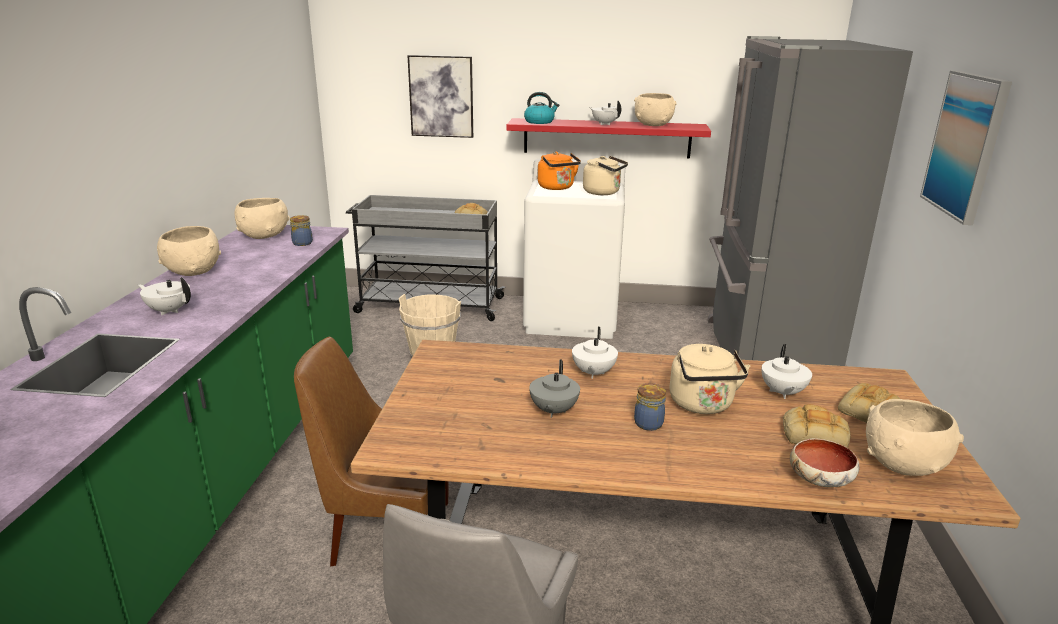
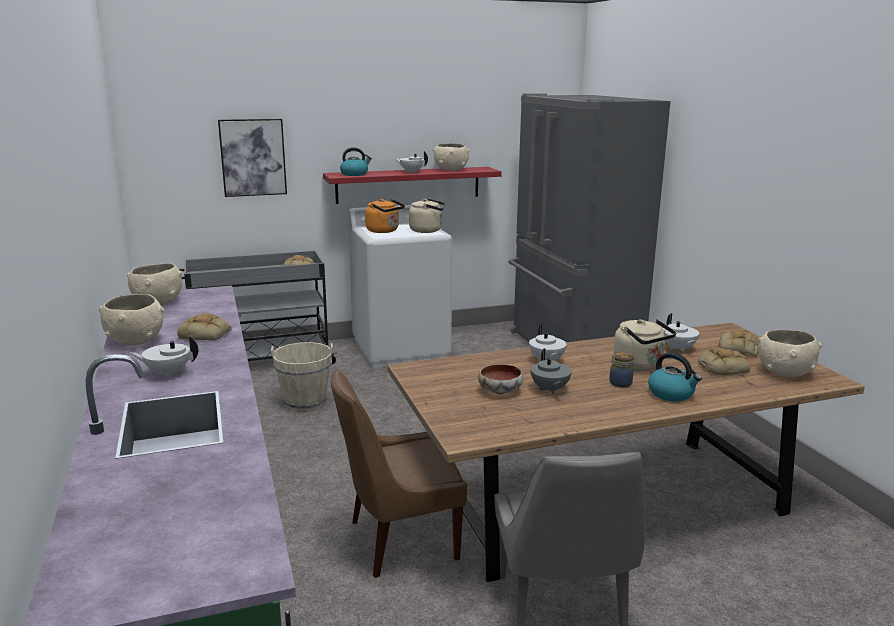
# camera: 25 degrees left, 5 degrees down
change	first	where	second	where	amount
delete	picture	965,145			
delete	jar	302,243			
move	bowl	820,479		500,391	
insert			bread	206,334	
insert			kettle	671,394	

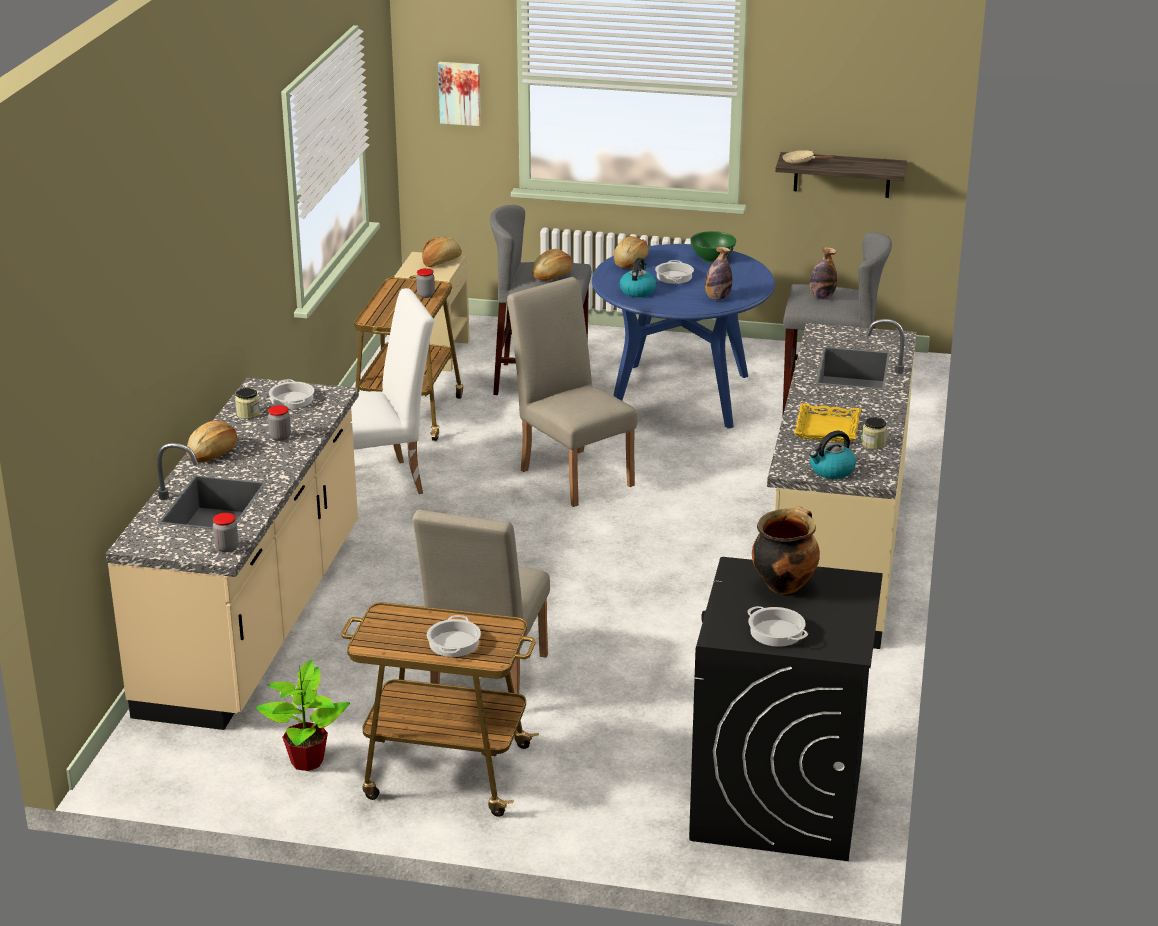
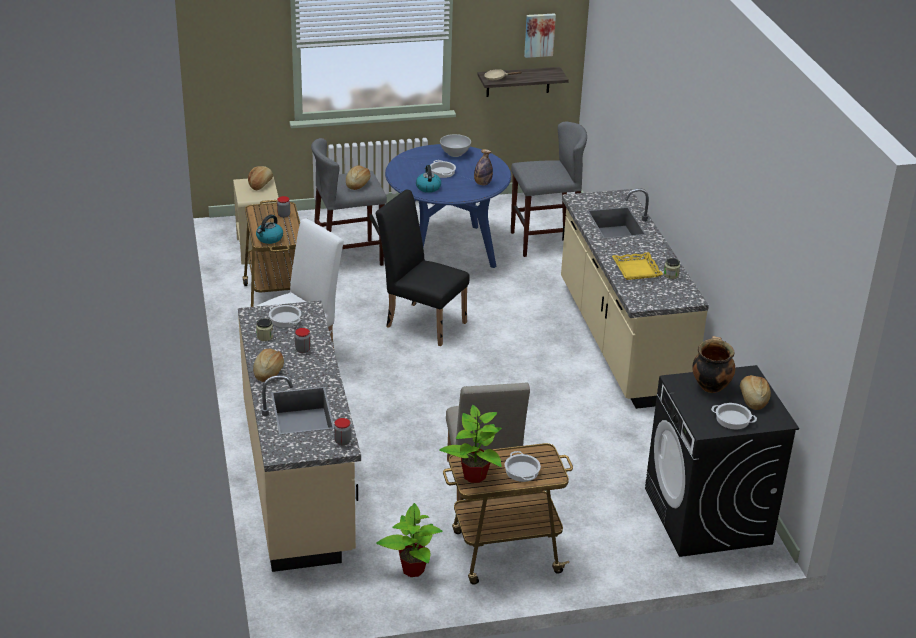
# camera: 25 degrees left, 5 degrees up
change	first	where	second	where	amount
move	picture	460,93		539,34	
recolor	bowl/green	712,258	bowl/white	454,153	
move	bread	630,262		752,399	
delete	bottle	821,297			
recolor	chair/beige	572,473	chair/black	421,322	
move	kettle	831,471		269,238	
insert			potted plant	474,476	

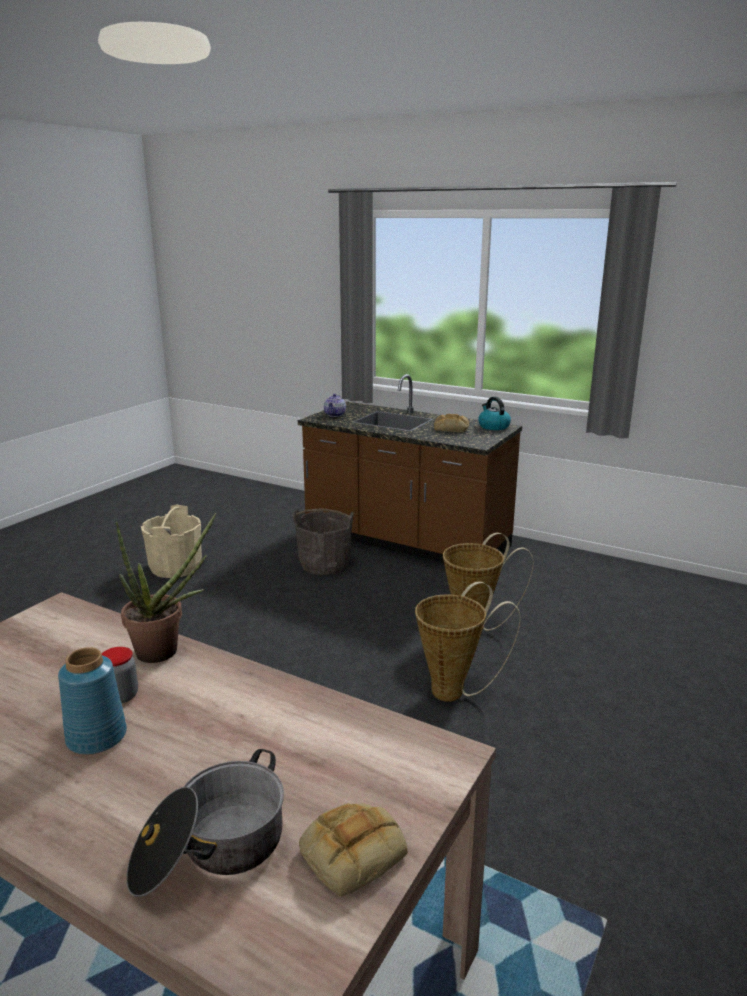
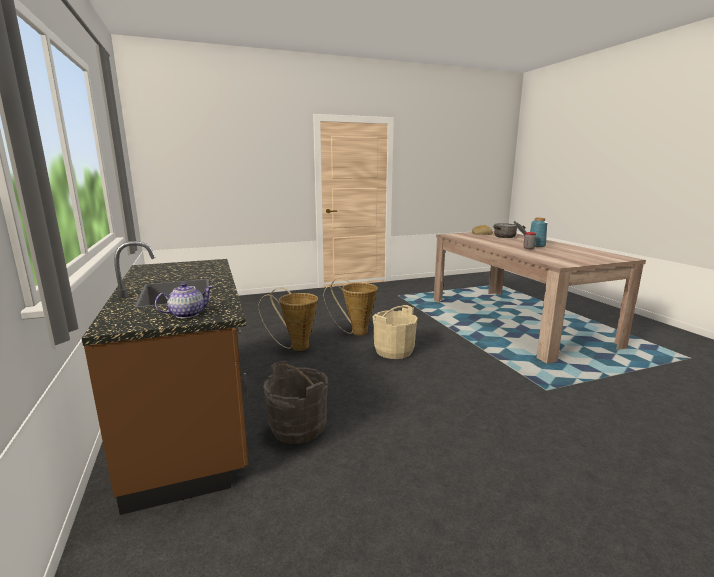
# camera: 140 degrees left, 5 degrees down
change	first	where	second	where	amount
delete	kettle	493,426			
delete	bread	450,428			
move	bucket/beige	175,567		393,351	
delete	potted plant	166,651			

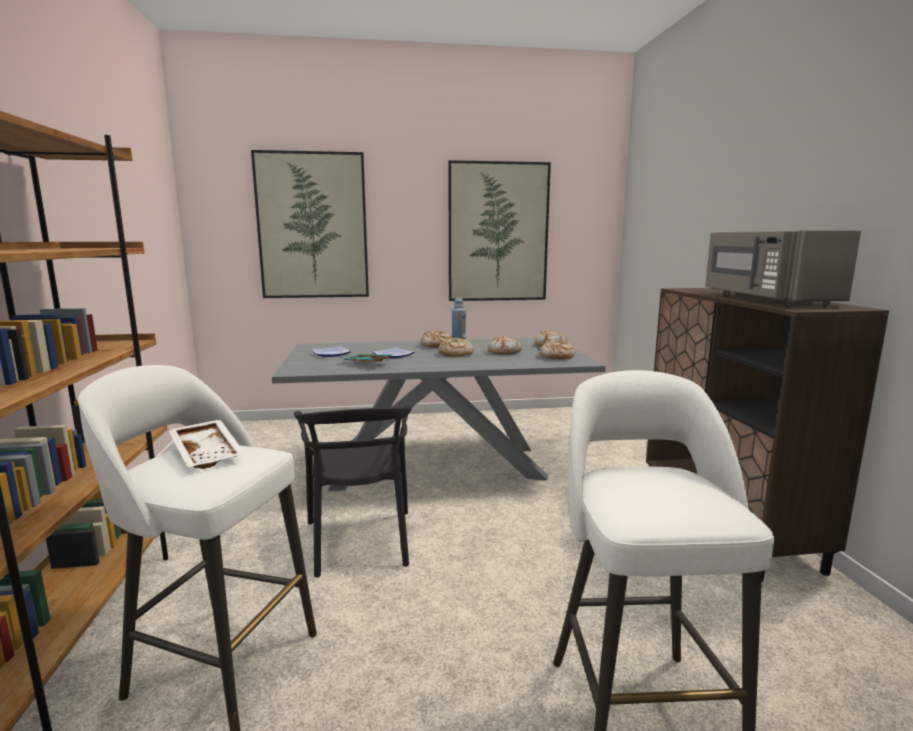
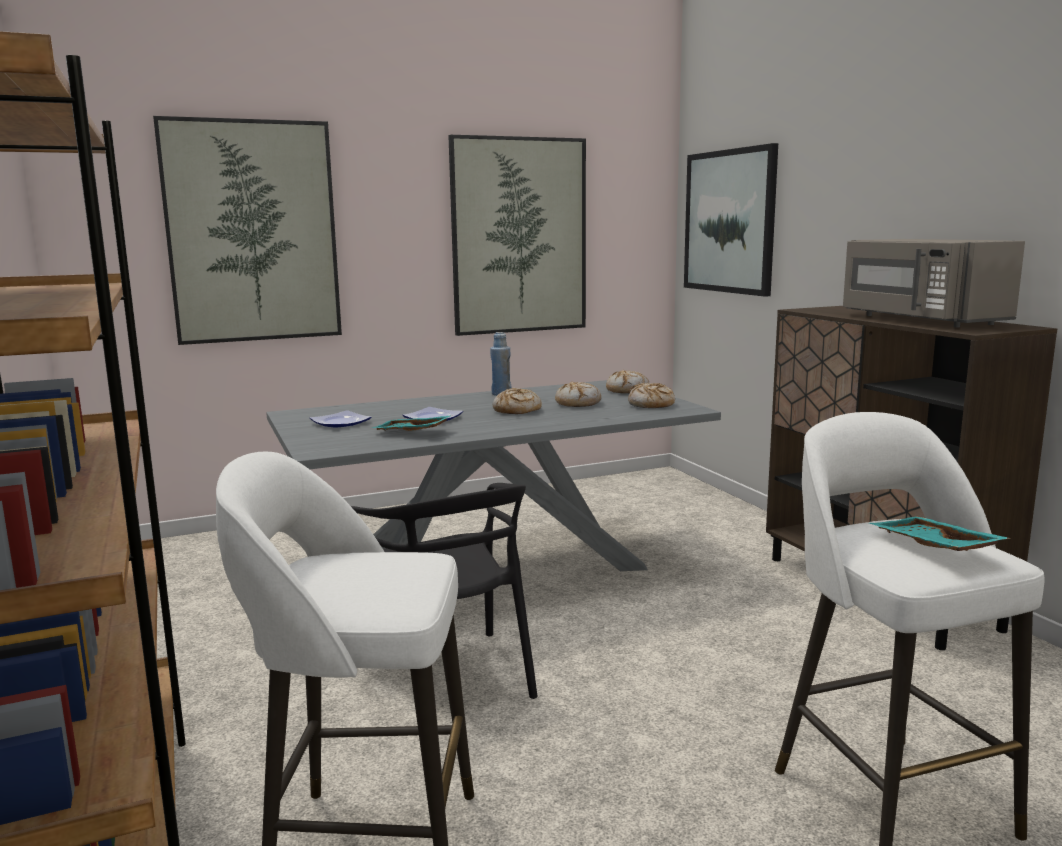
# camera: 15 degrees left, 0 degrees up
change	first	where	second	where	amount
delete	bread	436,345			
delete	tray/white	208,453			
insert			picture	729,221	
insert			tray/turquoise	932,547	

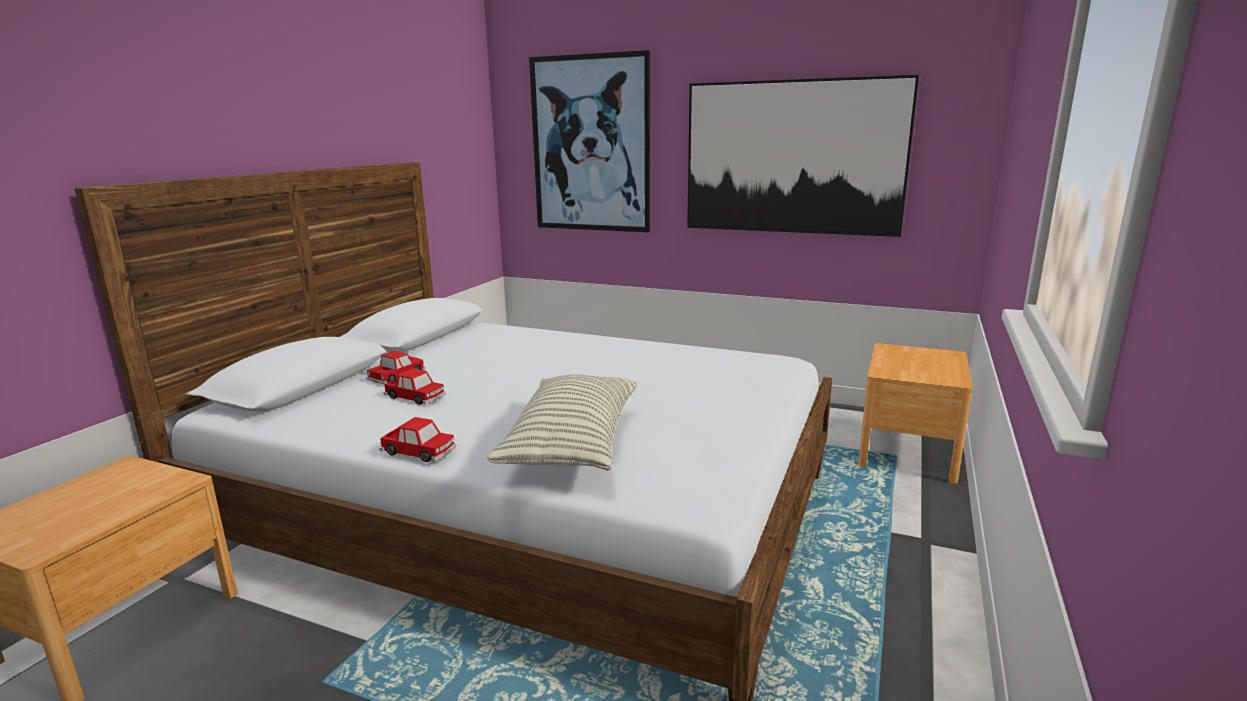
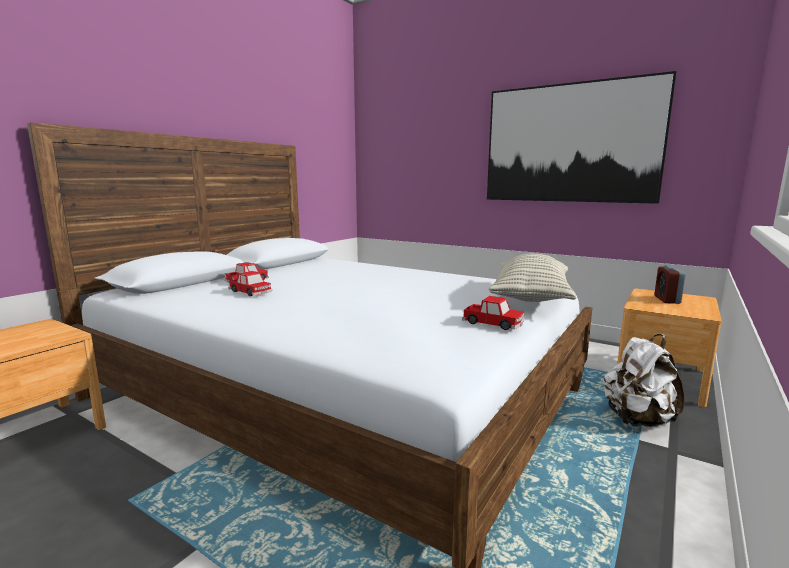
# camera: 10 degrees right, 5 degrees down
change	first	where	second	where	amount
delete	picture	591,145			
move	pillow	572,444		531,297	
move	toy car	419,451		493,323	
insert			alarm clock	667,300	
insert			backpack/white	637,420	

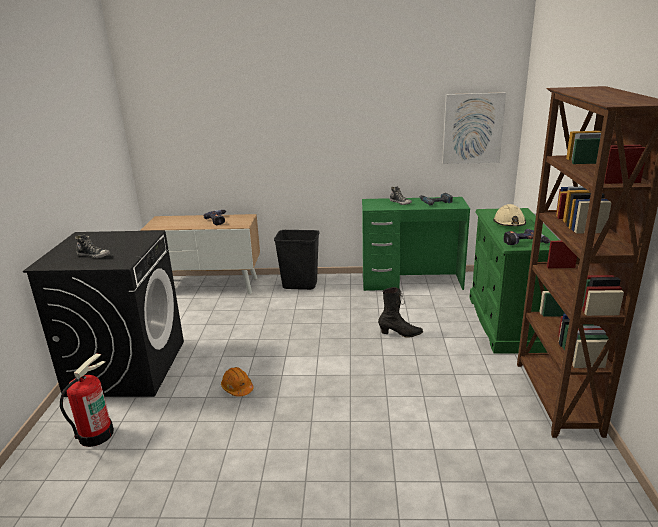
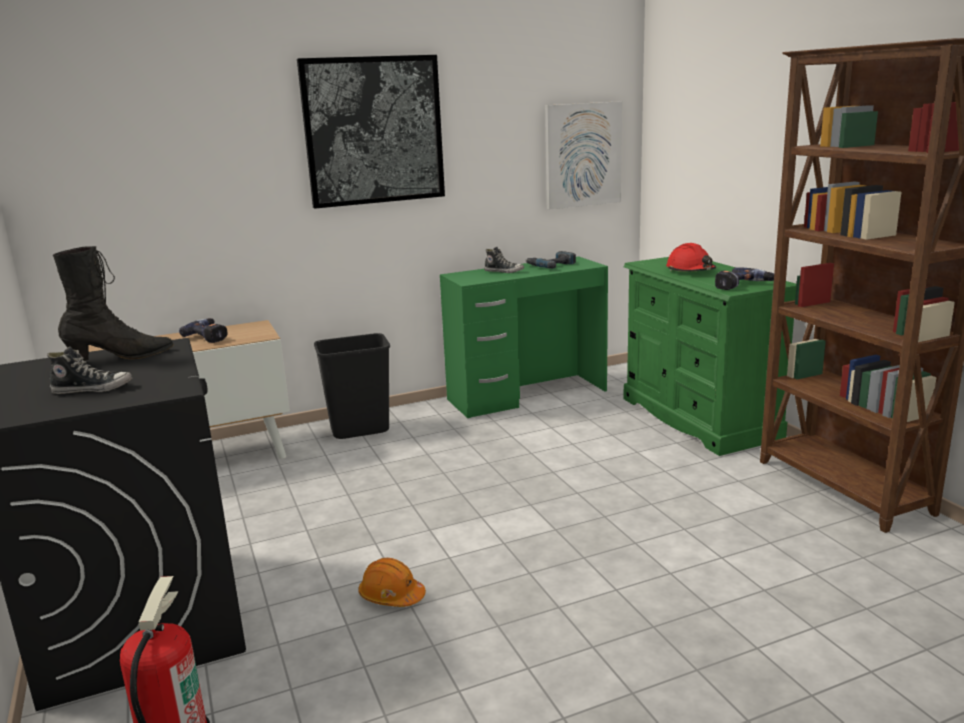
# camera: 25 degrees left, 5 degrees down
change	first	where	second	where	amount
recolor	hard hat/beige	509,223	hard hat/red	690,271	
move	boot/black	400,334		121,357	
insert			picture	373,131	

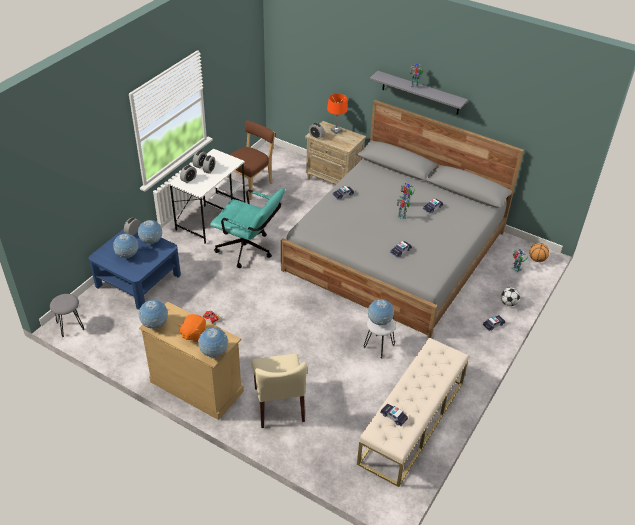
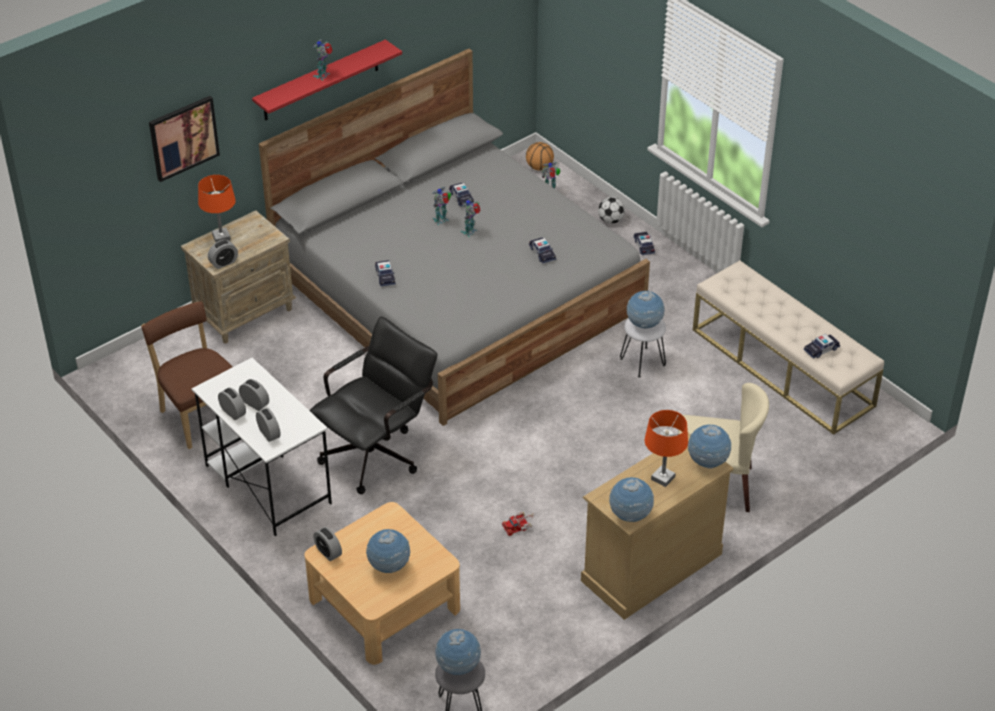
# camera: 70 degrees left, 0 degrees up
change	first	where	second	where	amount
recolor	shelf/grey	420,93	shelf/red	321,81	
recolor	office chair/turquoise	249,251	office chair/black	377,452	
move	globe	151,242		458,668	
recolor	coffee table/blue	138,280	coffee table/beige	385,604	
replace	plush toy/orange	193,334	table lamp/orange	663,478	
insert			picture	183,137	

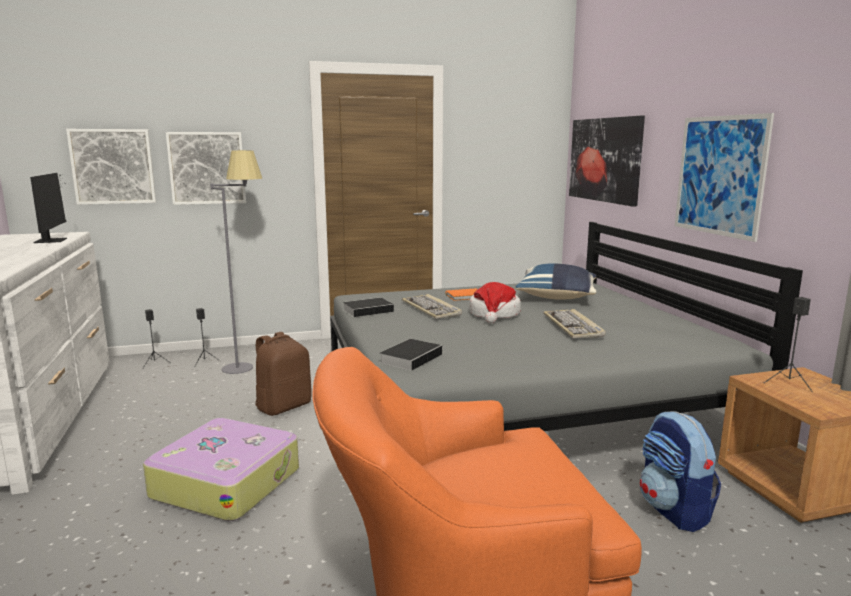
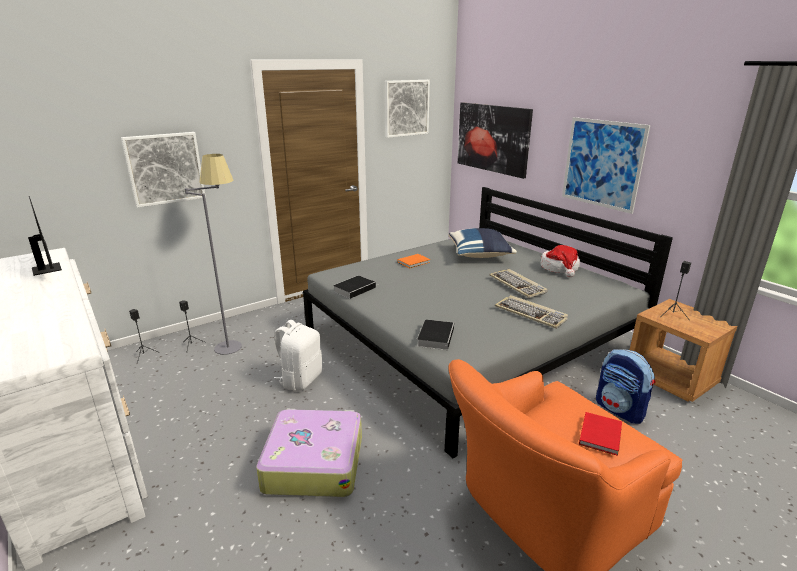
# camera: 20 degrees left, 10 degrees up
change	first	where	second	where	amount
move	picture	113,166		406,108	
move	hat	494,314		560,268	
move	keyboard	431,309		531,314	
recolor	backpack/brown	283,406	backpack/white	300,379	
insert			book/red	601,434	

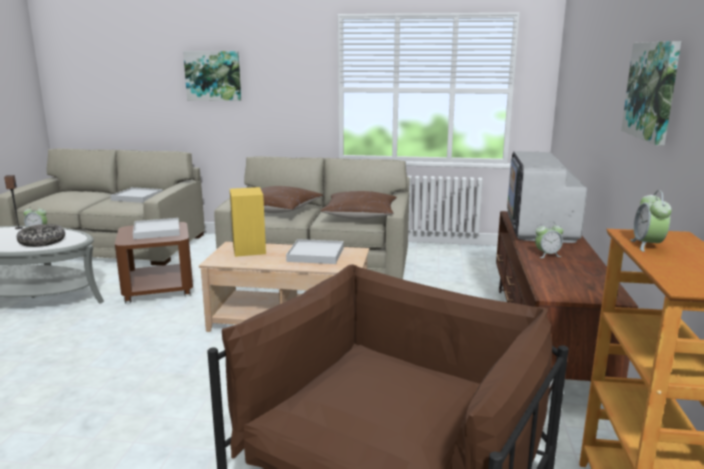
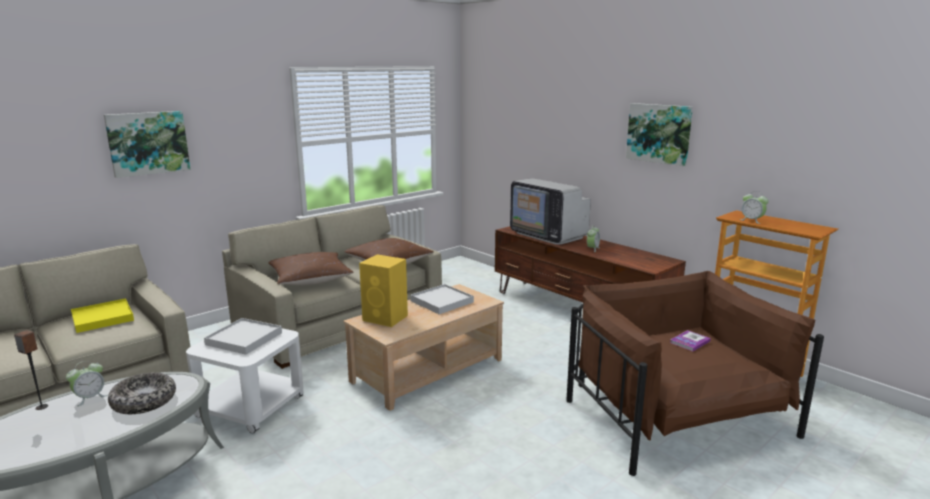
# camera: 50 degrees left, 0 degrees up
change	first	where	second	where	amount
recolor	tray/white	137,197	tray/yellow	103,318	
recolor	side table/brown	158,289	side table/white	252,406	
insert			book	690,342	

